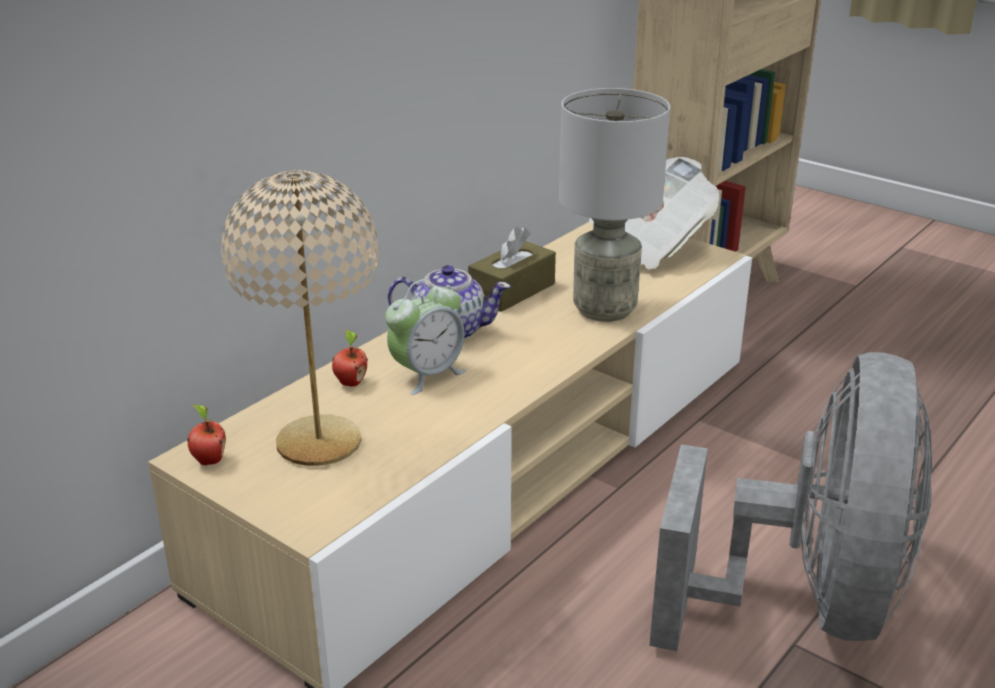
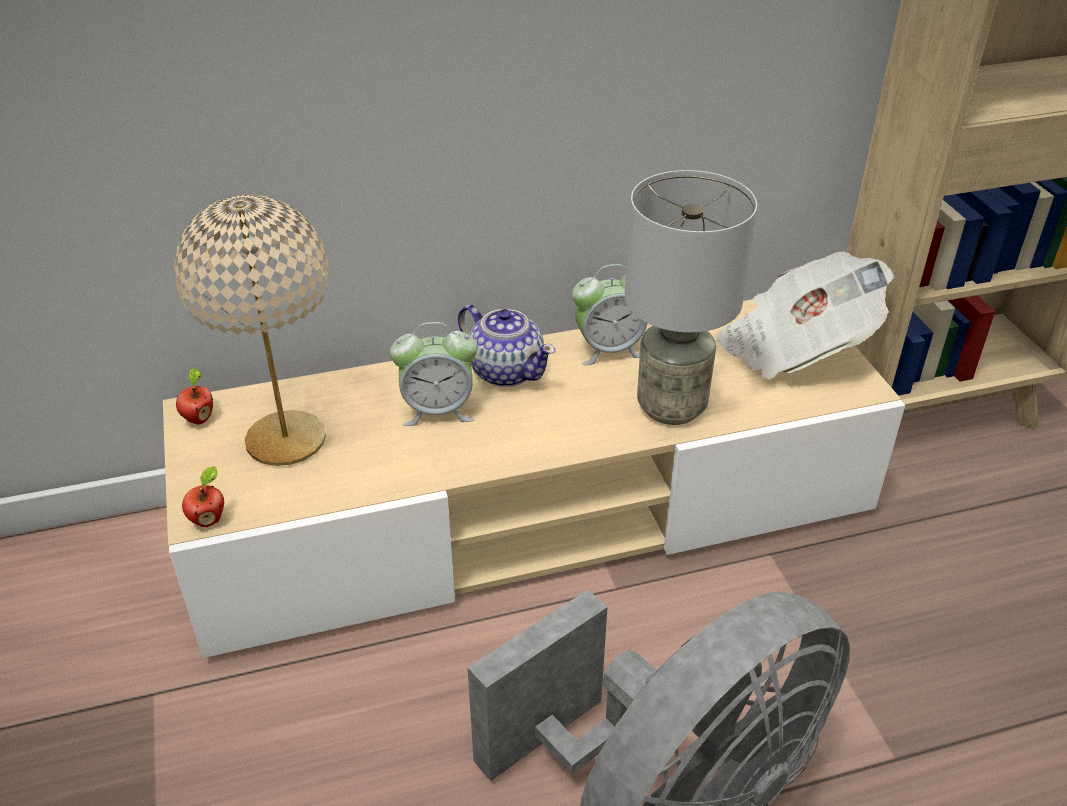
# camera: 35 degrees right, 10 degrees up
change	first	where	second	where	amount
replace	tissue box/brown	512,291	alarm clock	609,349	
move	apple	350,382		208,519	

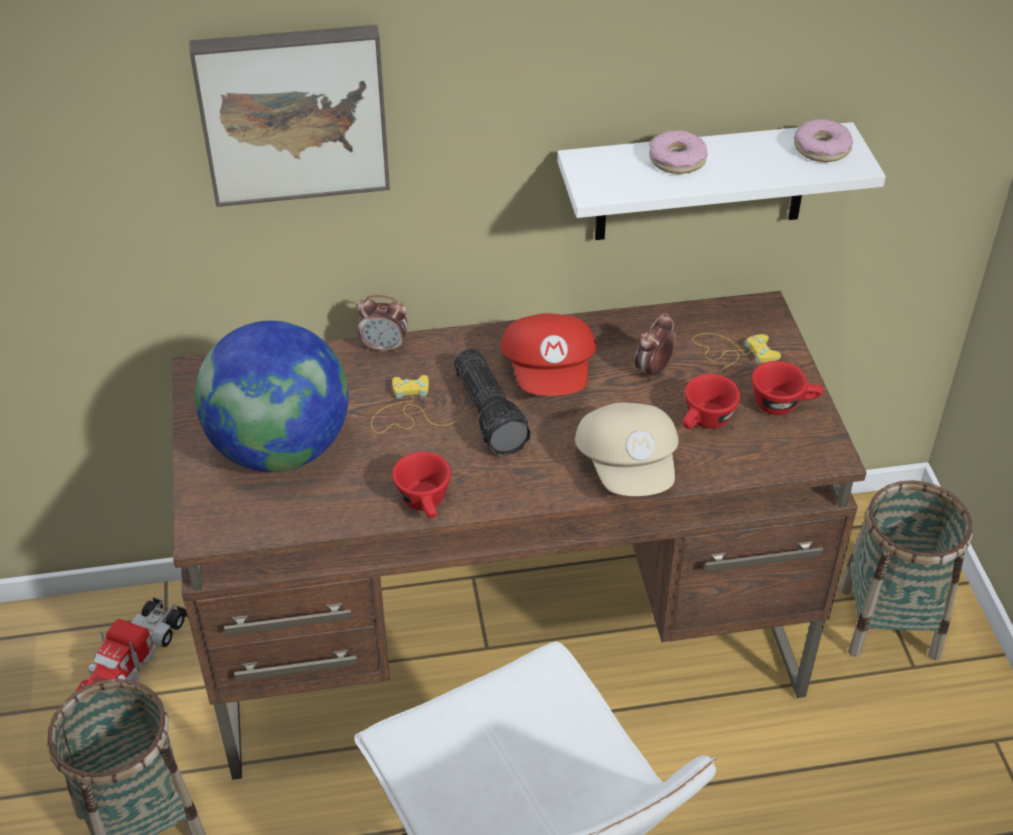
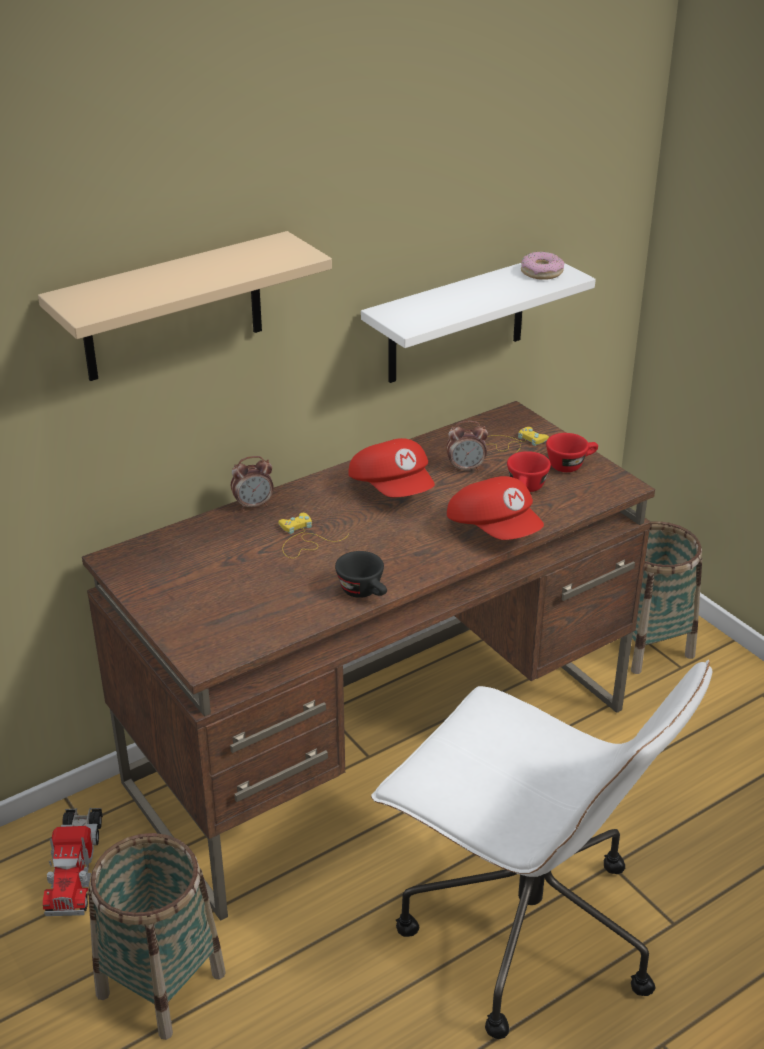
# camera: 25 degrees left, 10 degrees down
change	first	where	second	where	amount
replace	picture	293,112	shelf/beige	173,308	
delete	donut	677,160			
rotate	alarm clock	653,370		466,468	105 degrees counterclockwise
delete	globe	280,449			
delete	flashlight	491,413			
recolor	cap/beige	629,467	cap/red	495,529	
recolor	cup/red	425,503	cup/black	365,592	

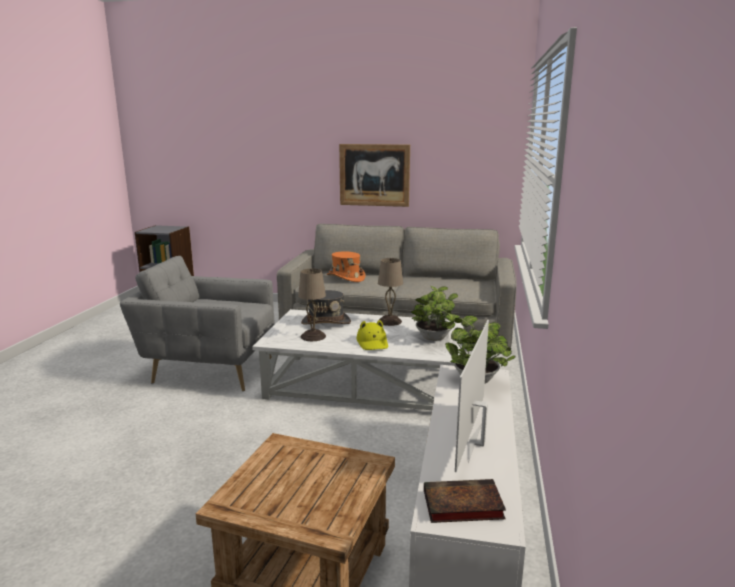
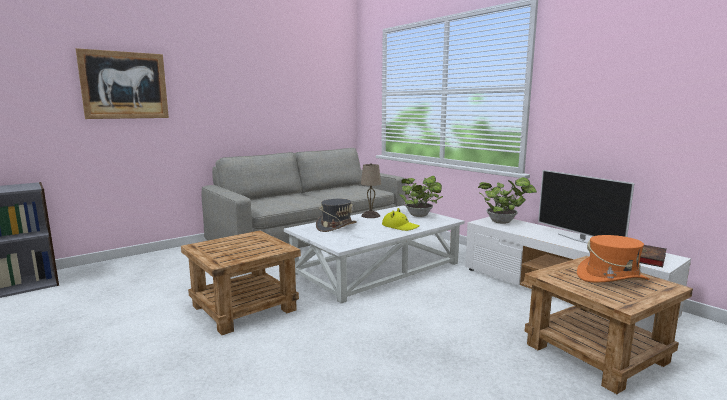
# camera: 50 degrees left, 5 degrees down
change	first	where	second	where	amount
move	picture	374,175		125,85	
move	hat/orange	345,278		611,278	
replace	armchair/grey	209,369	side table/brown	242,308	
delete	table lamp/beige	313,336			

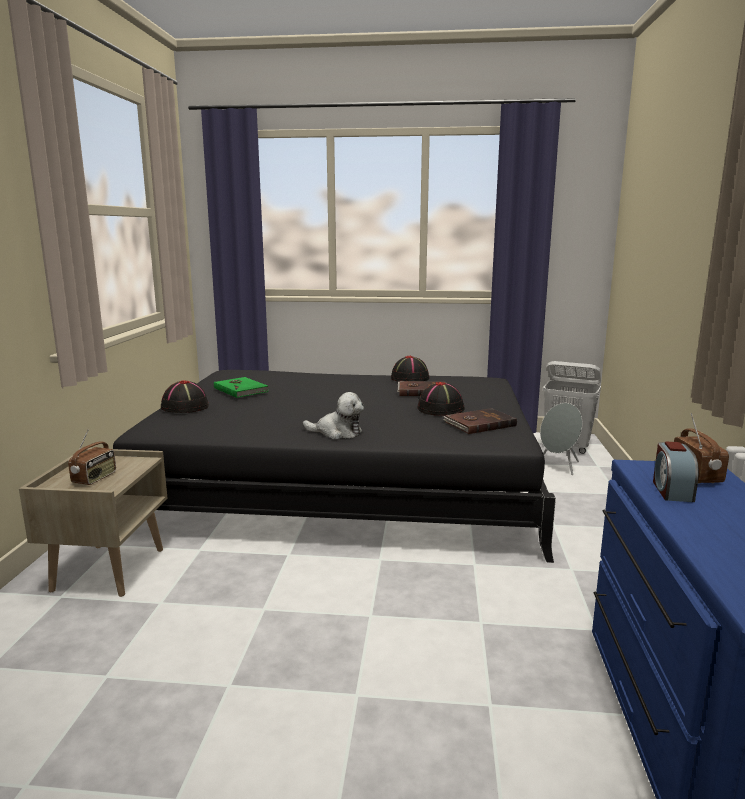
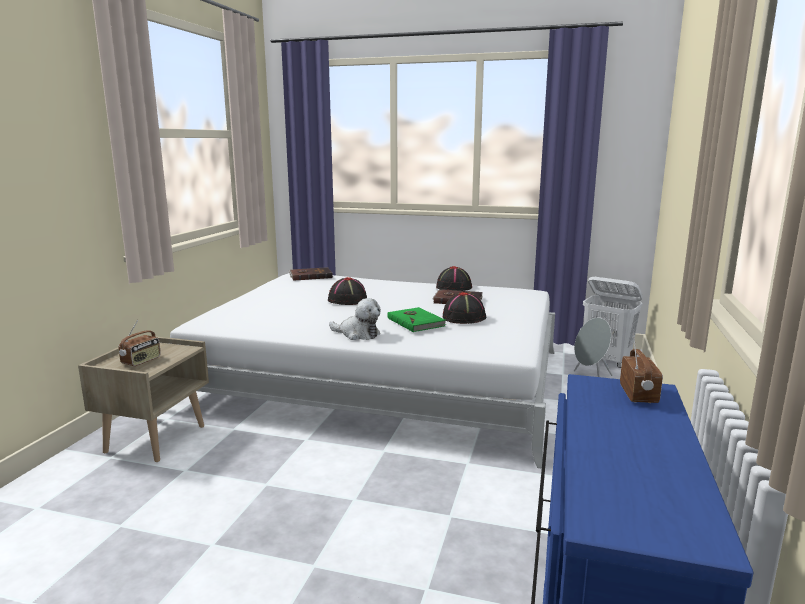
# camera: 10 degrees right, 0 degrees up
change	first	where	second	where	amount
recolor	bed/black	344,481	bed/white	381,379	
move	book/green	241,389		416,322	
move	hat/black	184,407		347,300	
move	book/brown	479,424		310,276	
delete	alarm clock	671,490			

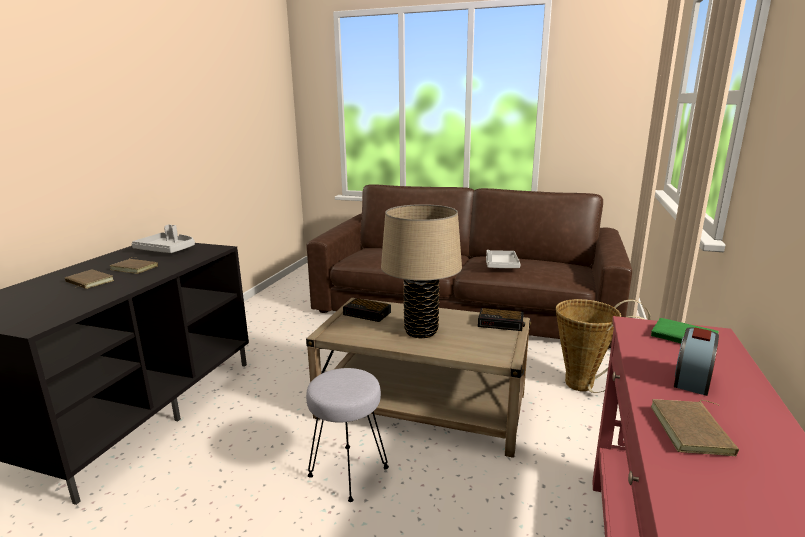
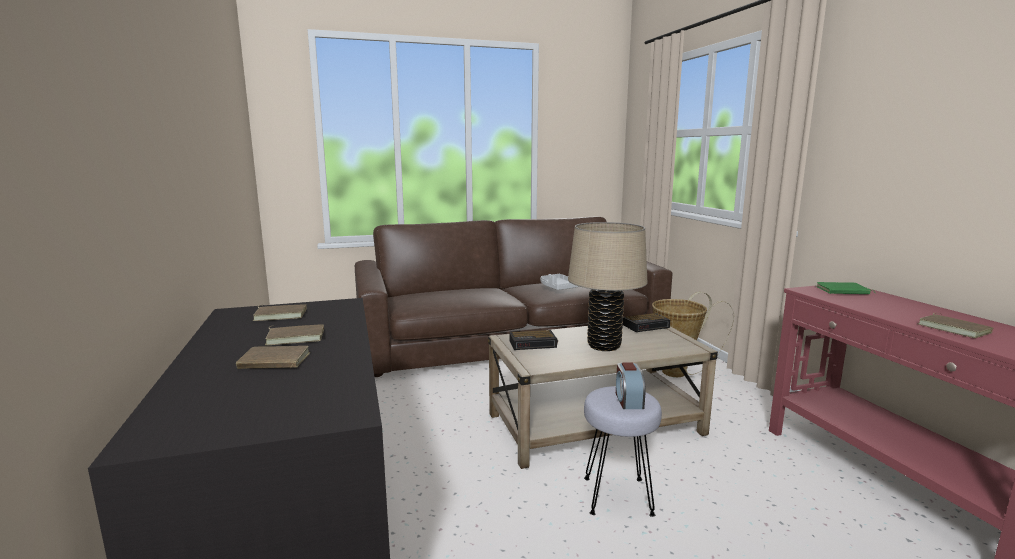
# camera: 35 degrees left, 5 degrees down
change	first	where	second	where	amount
replace	tray/grey	167,250	book/brown	281,315	
move	alarm clock	692,379		628,400	

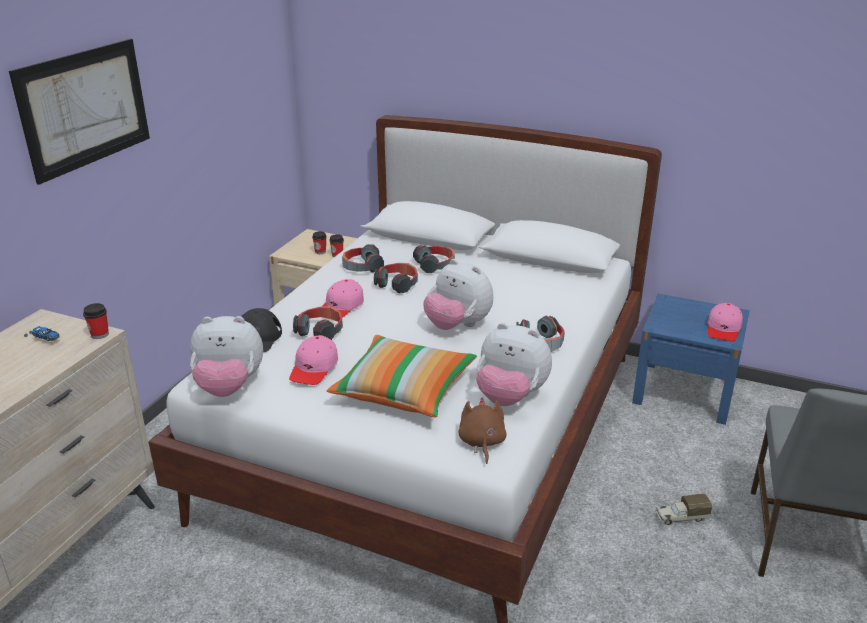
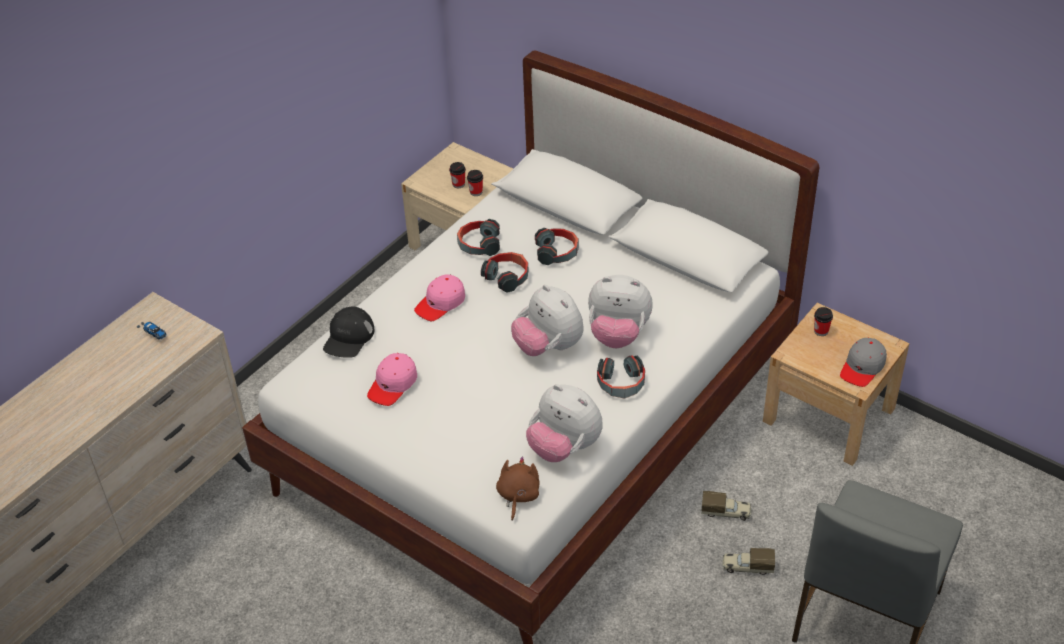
# camera: 15 degrees right, 15 degrees up
change	first	where	second	where	amount
delete	picture	85,108			
recolor	nightstand/blue	684,391	nightstand/beige	829,415	
move	cup	100,334		821,331	
recolor	cap/pink	723,329	cap/grey	862,367	
delete	headphones	320,331			
move	plush toy	229,387		618,335	
delete	pillow	404,390			
insert			toy truck	726,512	

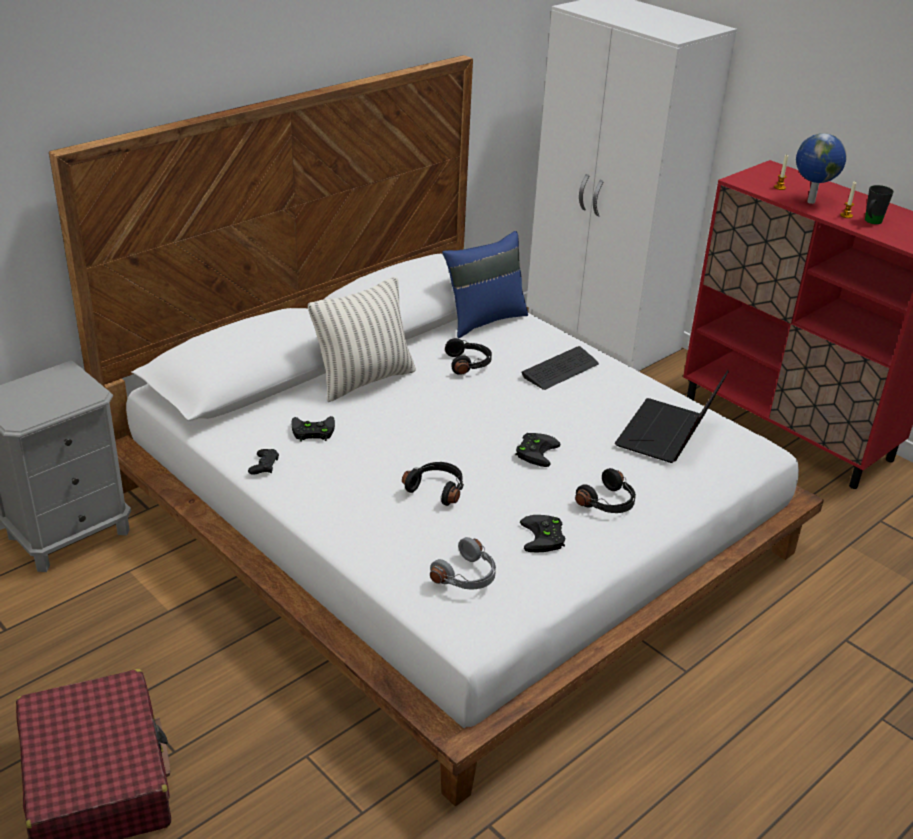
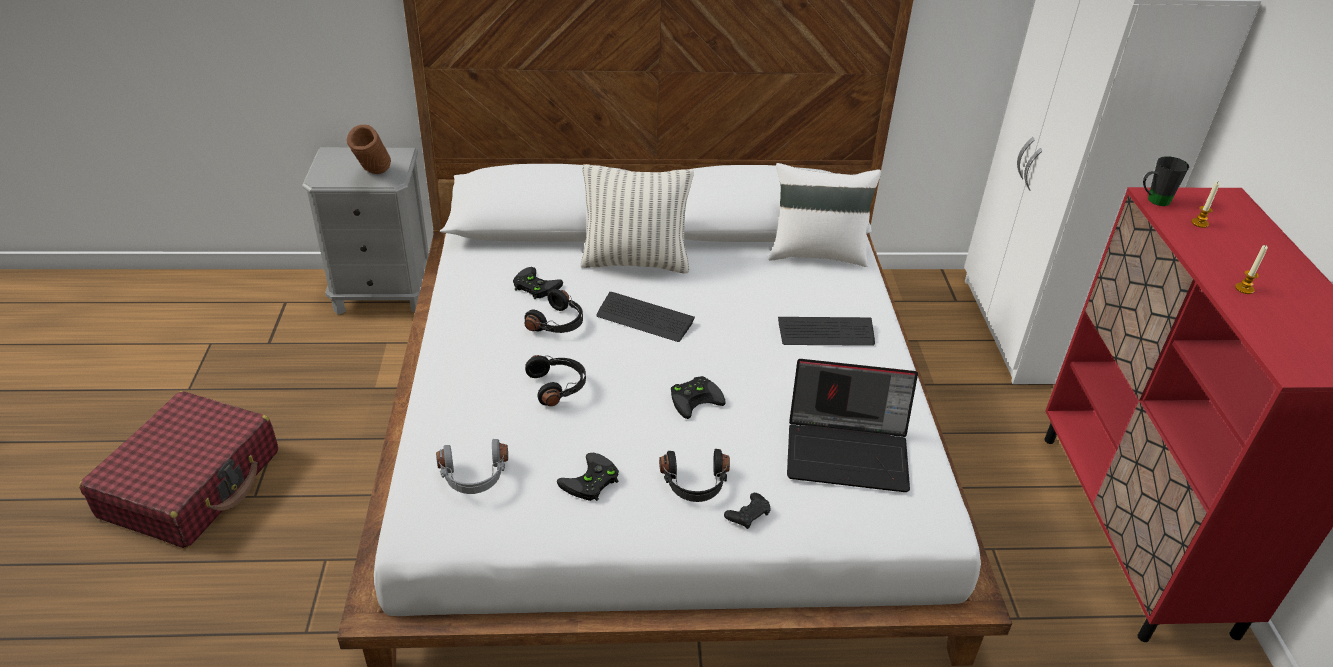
# camera: 40 degrees right, 5 degrees up
change	first	where	second	where	amount
delete	globe	810,202			
move	mug/black	871,222		1153,201	
recolor	pillow/blue	484,320	pillow/white	817,253	
move	headphones/black	469,364		558,323	
rotate	laptop	667,435		849,451	150 degrees counterclockwise
move	game controller/black	264,466		748,514	
insert			vase/brown	374,176	
insert			keyboard	644,318	

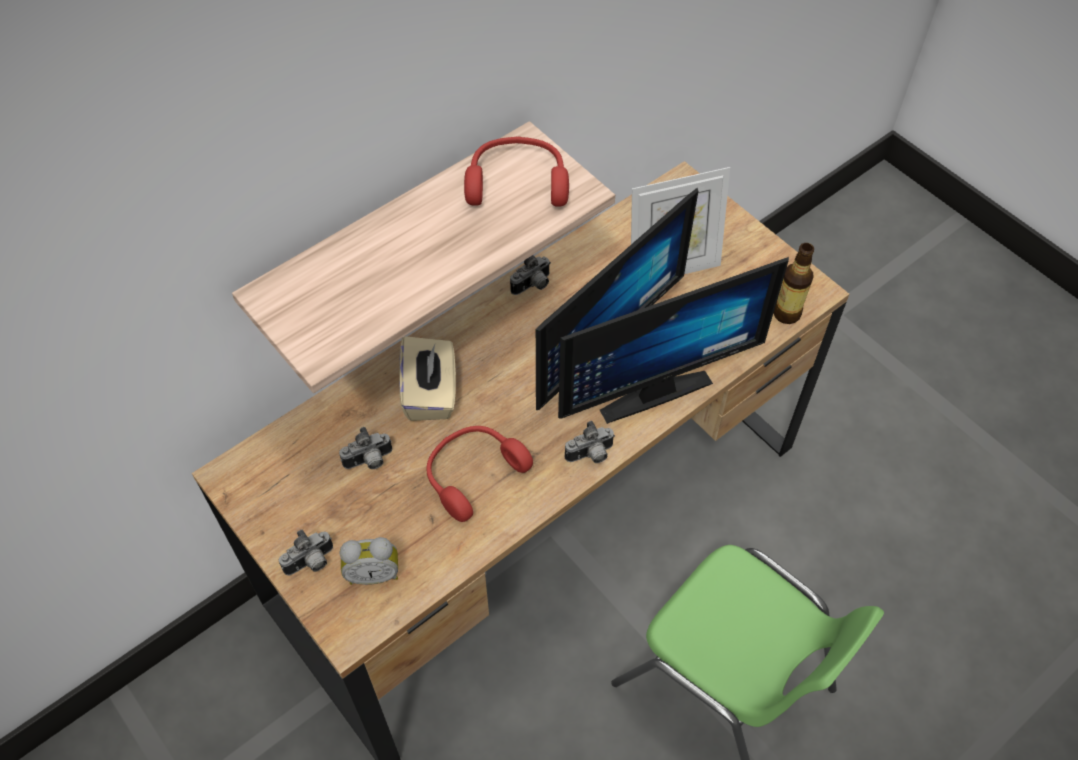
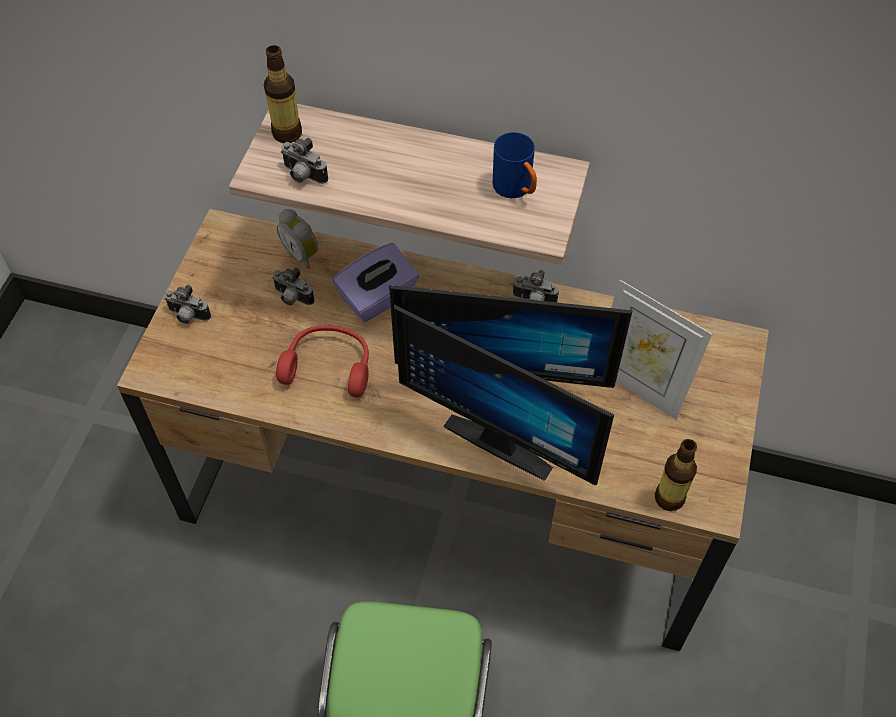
# camera: 55 degrees right, 0 degrees up
change	first	where	second	where	amount
replace	headphones/red	517,182	mug/blue	516,190	
recolor	tissue box/beige	430,393	tissue box/purple	378,298	
move	photo camera	590,455		303,176	
move	alarm clock	373,573		303,254	
insert			bottle	287,133	

